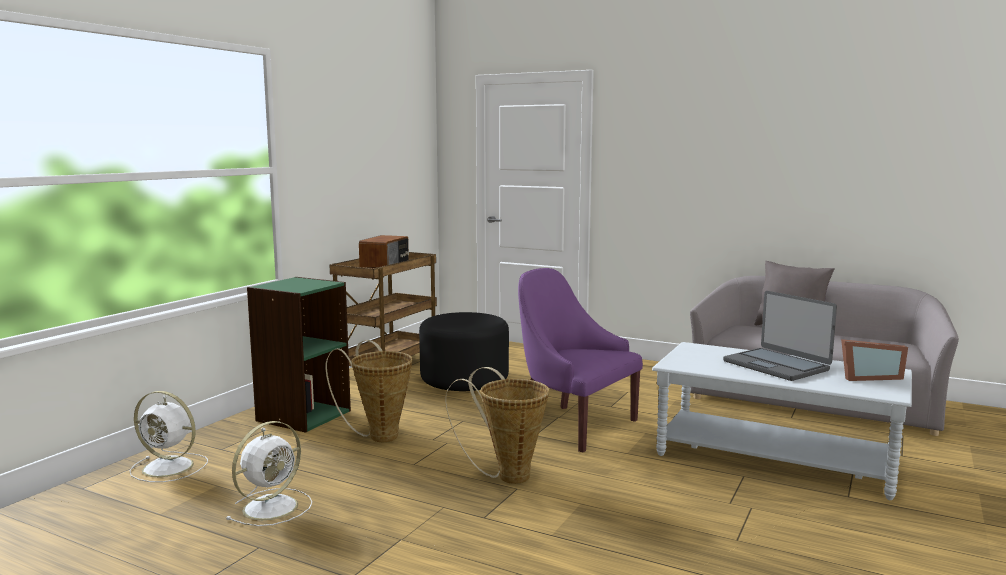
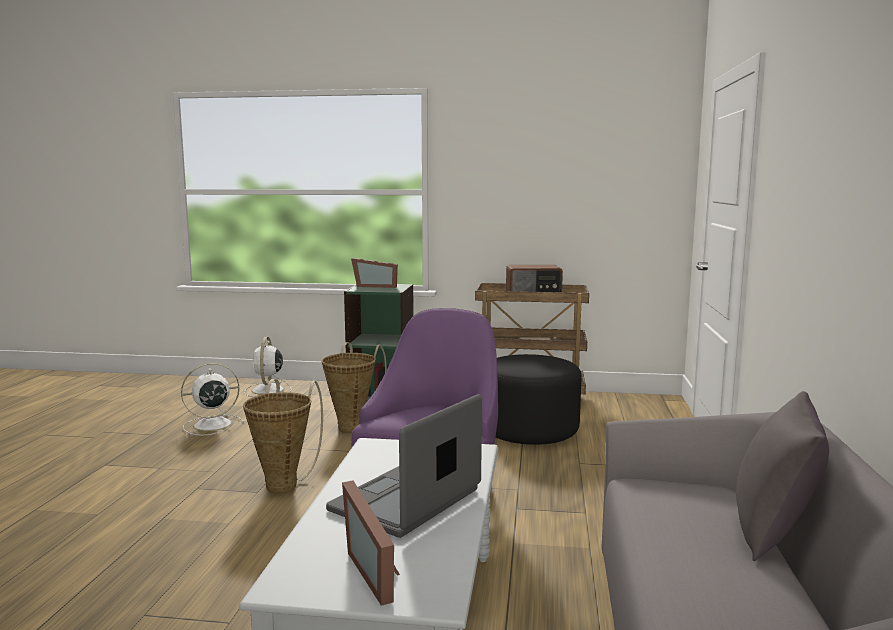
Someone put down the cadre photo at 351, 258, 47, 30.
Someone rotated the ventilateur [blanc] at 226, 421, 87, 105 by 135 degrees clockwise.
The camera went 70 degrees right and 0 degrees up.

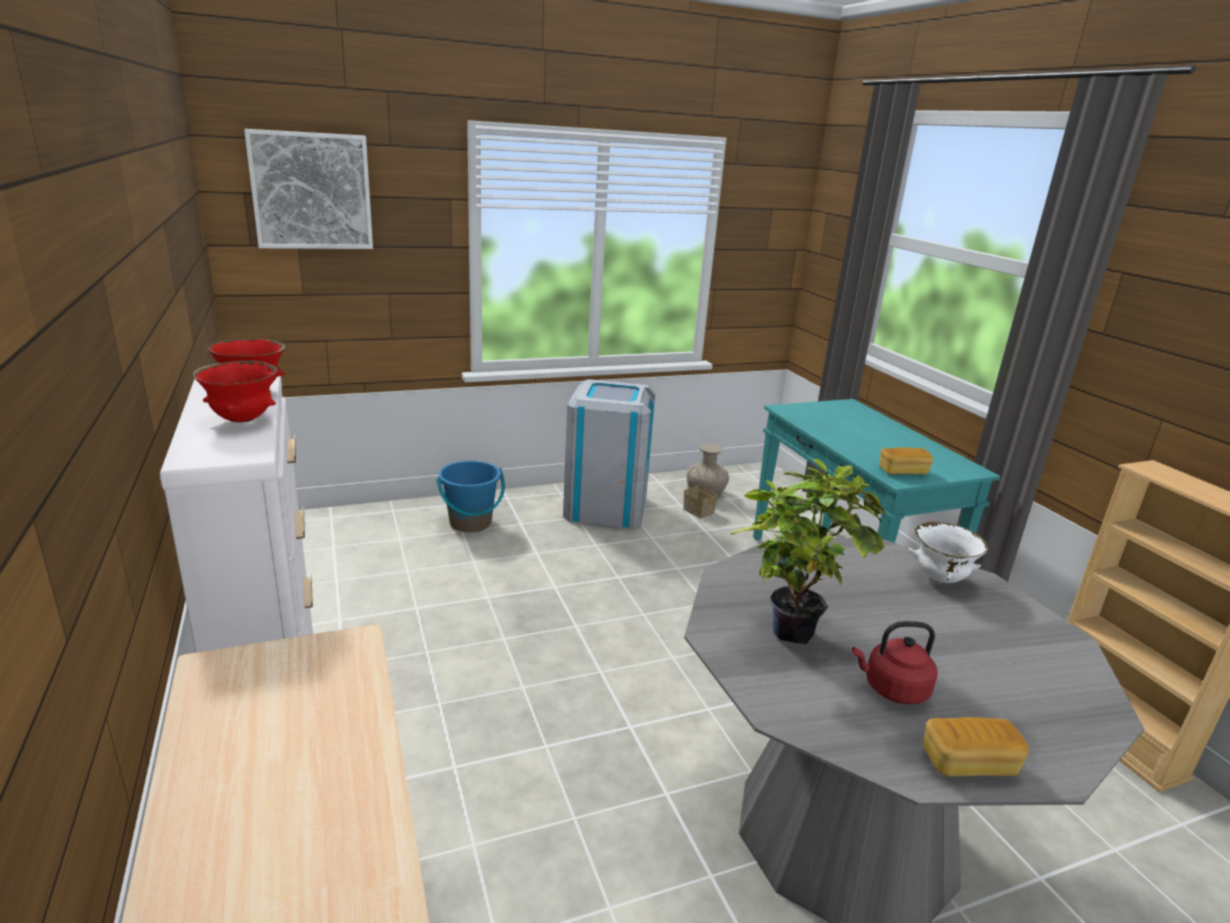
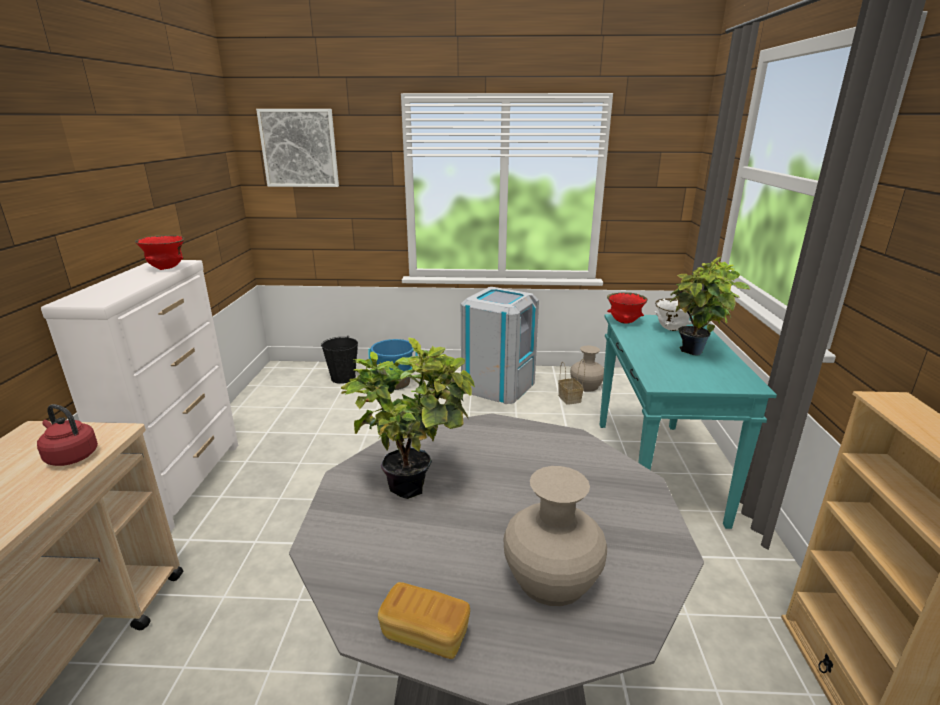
Someone took away the pain at 879, 447, 54, 28.
Someone put down the seau [noir] at 321, 336, 37, 48.
Someone put down the vase [beige] at 504, 466, 103, 140.
Someone put down the plante en pot at 670, 257, 81, 98.
Someone carried the bol [rouge] from 192, 361, 86, 61 to 607, 292, 41, 32.
Someone carried the bouilloire [rouge] from 852, 621, 86, 83 to 37, 404, 61, 62.
Someone carried the bol [blanc] from 909, 522, 79, 61 to 655, 298, 37, 33.
The camera went 25 degrees right and 0 degrees up.

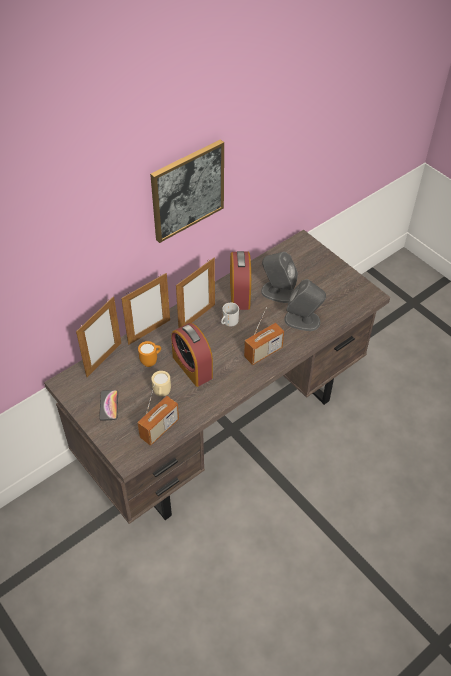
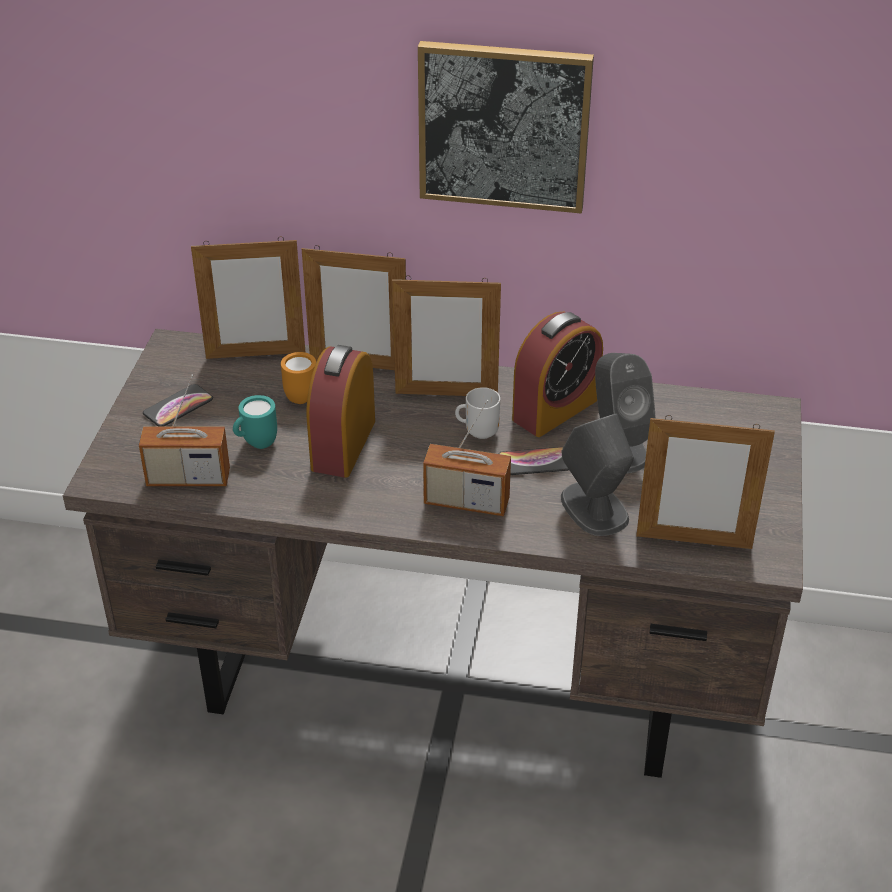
Someone put down the téléphone at 498, 447, 71, 28.
Someone put down the cadre photo at 636, 415, 139, 134.
Someone repainted the mug [beige] at 151, 371, 20, 26, which became the mug [turquoise] at 233, 395, 44, 54.
The camera went 50 degrees right and 10 degrees down.

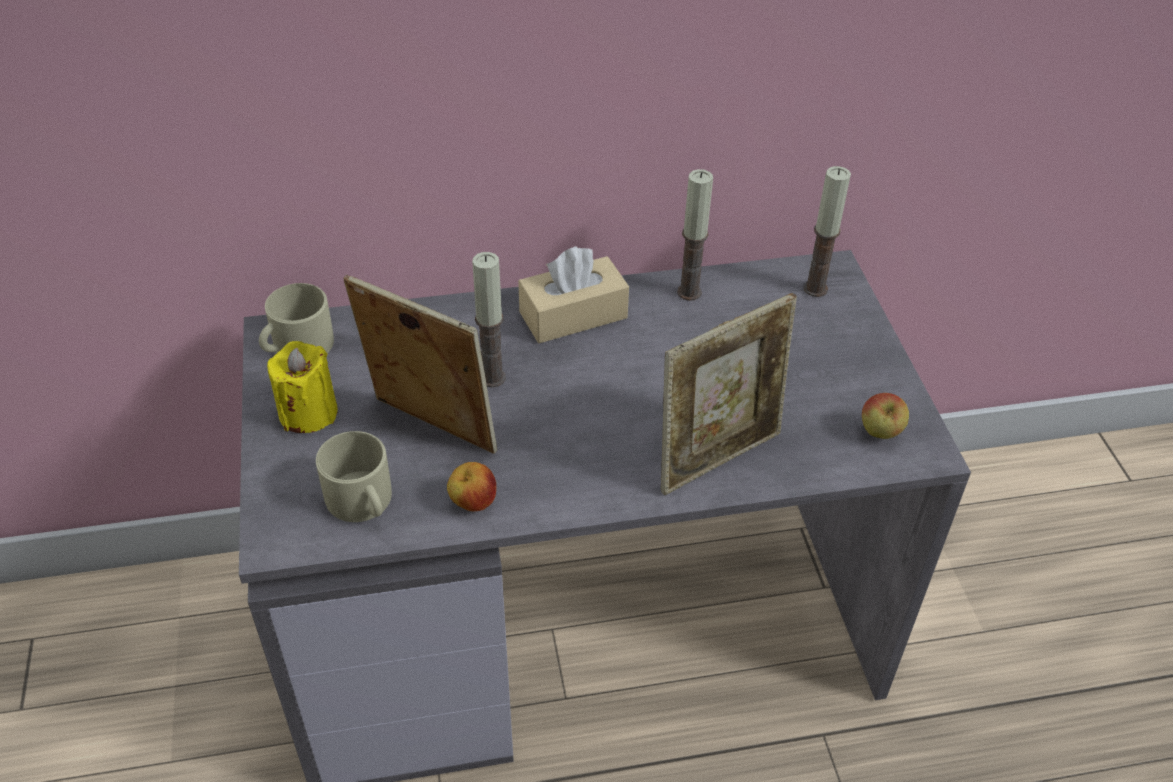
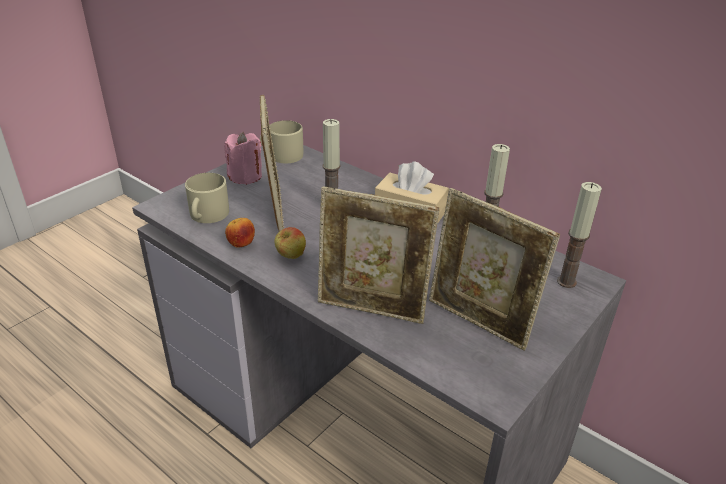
Someone put down the cadre photo at 429, 188, 131, 163.
Someone carried the pomme from 862, 393, 47, 46 to 275, 227, 31, 32.
Someone repainted the bougie [jaune] at 267, 341, 71, 92, which became the bougie [rose] at 224, 132, 38, 53.
The camera went 50 degrees right and 10 degrees down.

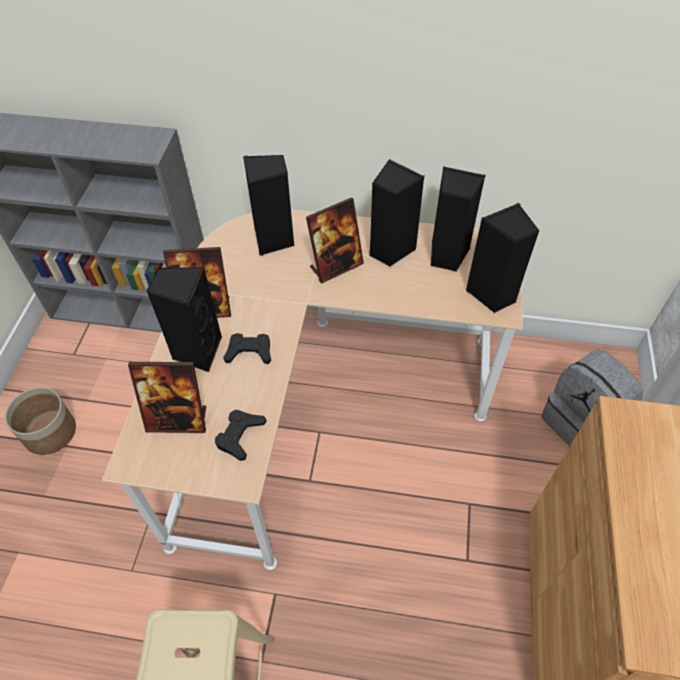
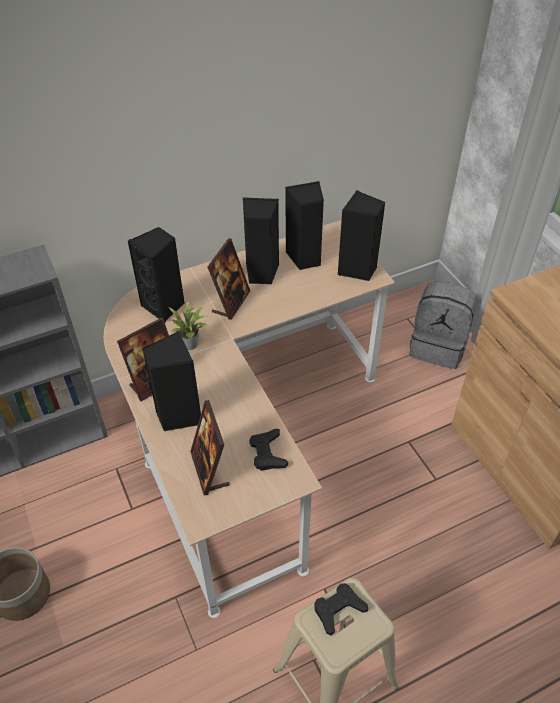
Someone put down the plante en pot at 168, 301, 41, 49.
Someone carried the manette [noir] from 223, 333, 48, 31 to 314, 583, 54, 52.
Someone rotated the cadre photo at 128, 362, 78, 71 by 105 degrees clockwise.
The camera went 35 degrees left and 5 degrees down.

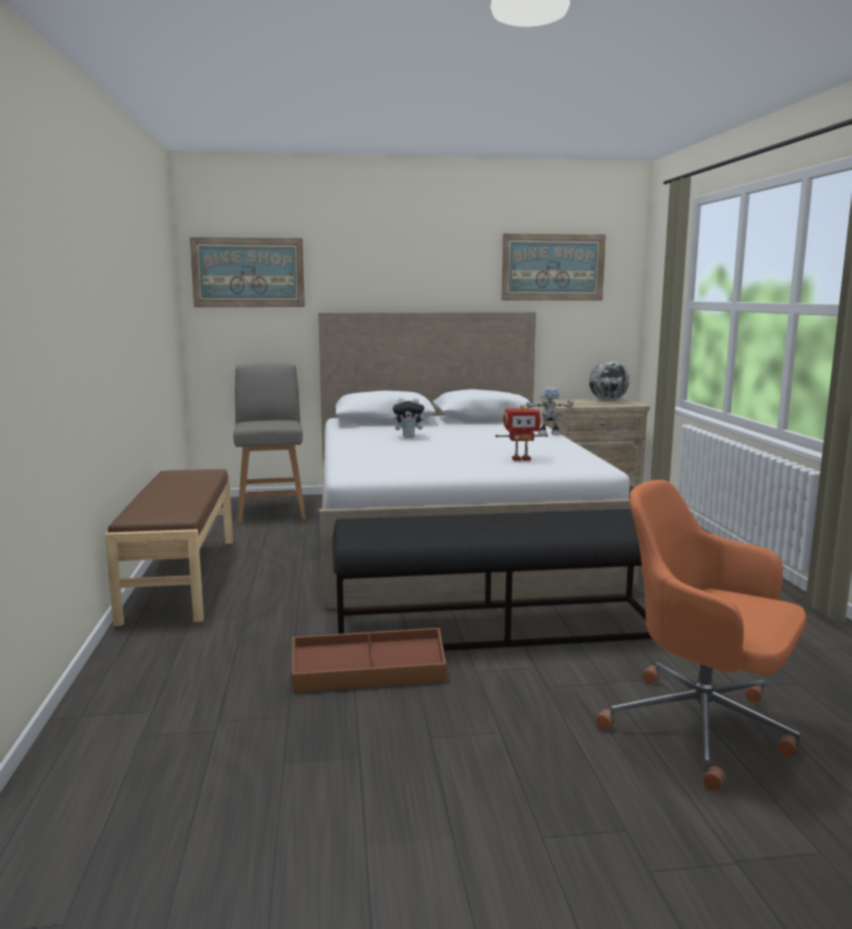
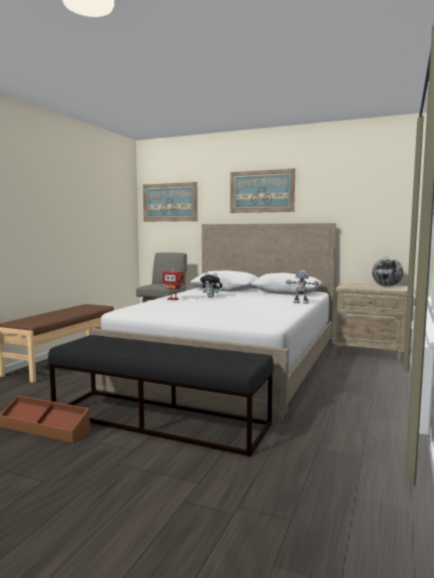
Someone took away the chaise de bureau [orange] at 595, 480, 212, 312.
Someone carried the robot jouet from 495, 404, 53, 57 to 161, 269, 25, 31.
Someone carried the tableau from 501, 234, 105, 67 to 230, 168, 65, 45.
The camera went 30 degrees right and 5 degrees down.

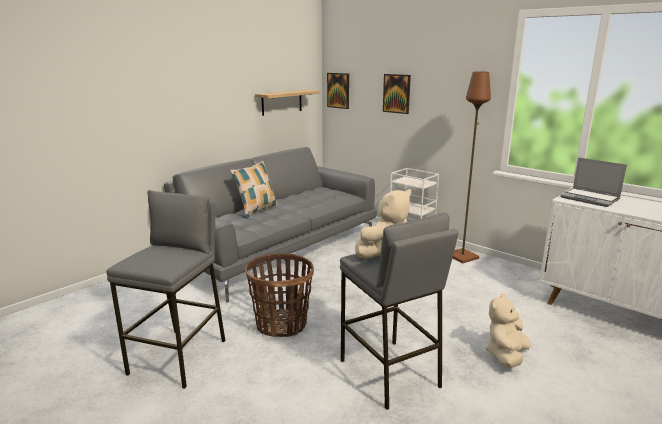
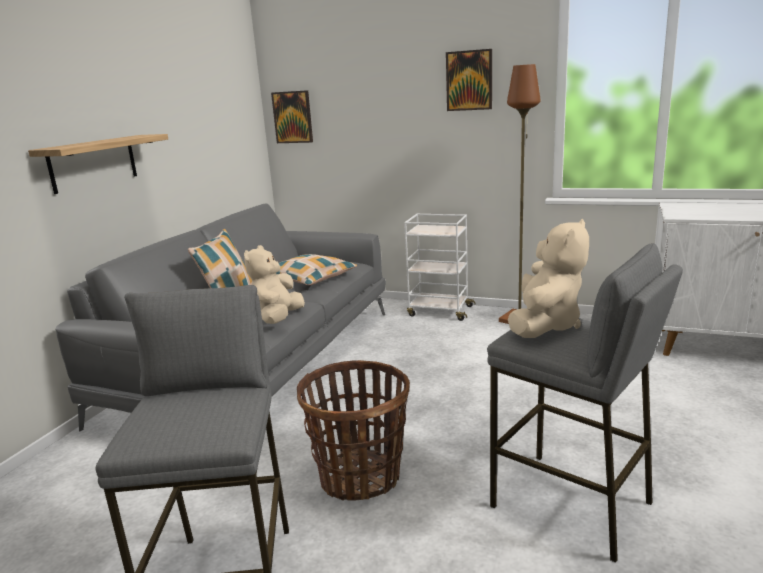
Someone took away the ordinateur portable at 560, 157, 67, 50.
Someone put down the coussin at 276, 254, 81, 31.
Someone carried the étagère from 255, 90, 64, 26 to 28, 134, 140, 60.
Someone carried the tableau from 383, 74, 28, 40 to 446, 49, 46, 62.
Someone carried the peluche [beige] from 486, 293, 45, 75 to 244, 245, 61, 79.
The camera went 20 degrees left and 0 degrees up.

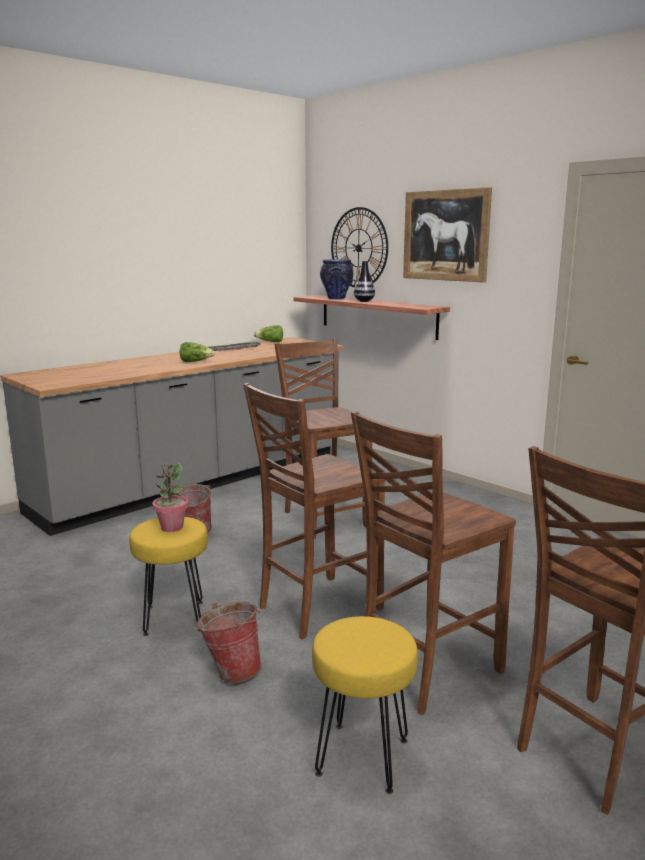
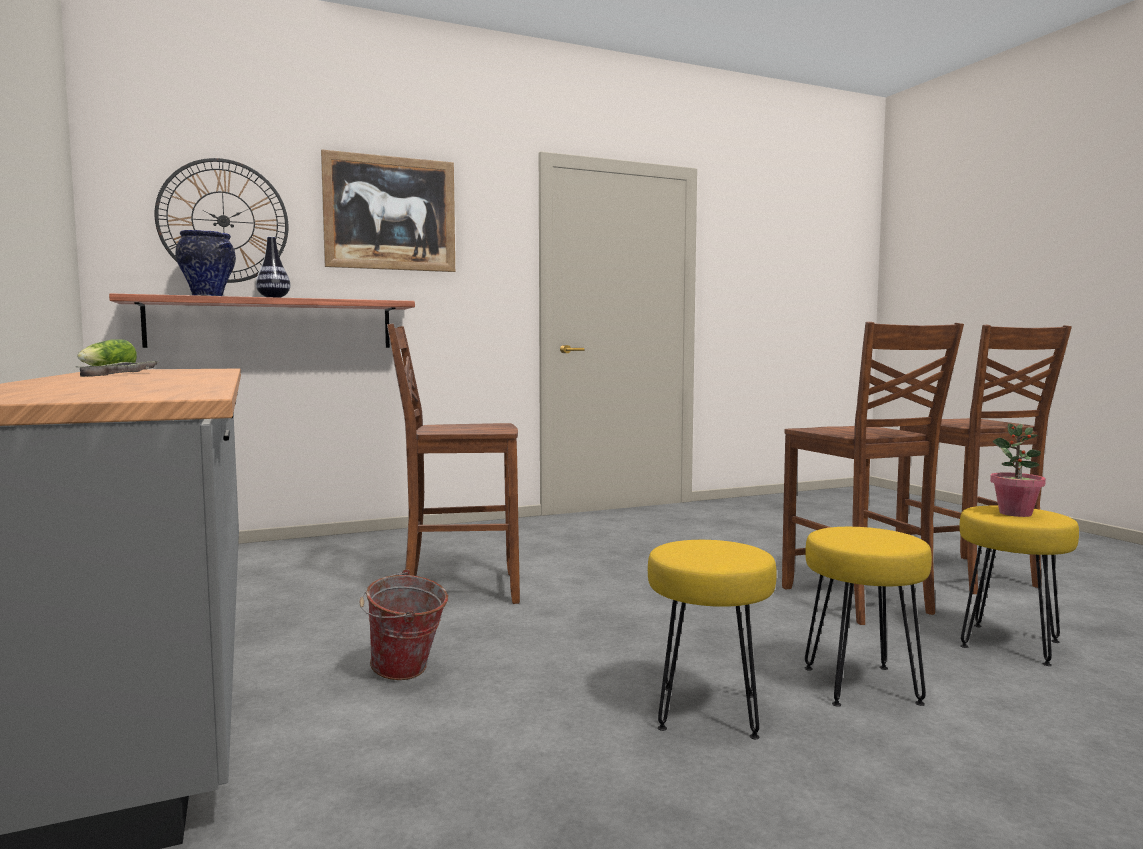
Someone took away the laitue at 180, 342, 35, 20.
Someone took away the chaise [marron] at 243, 383, 142, 256.
Someone carried the plante en pot from 153, 463, 36, 69 to 990, 424, 56, 93.
Someone swapped the seau at 197, 602, 65, 81 for the tabouret [jaune] at 805, 527, 127, 180.
The camera went 70 degrees left and 10 degrees down.

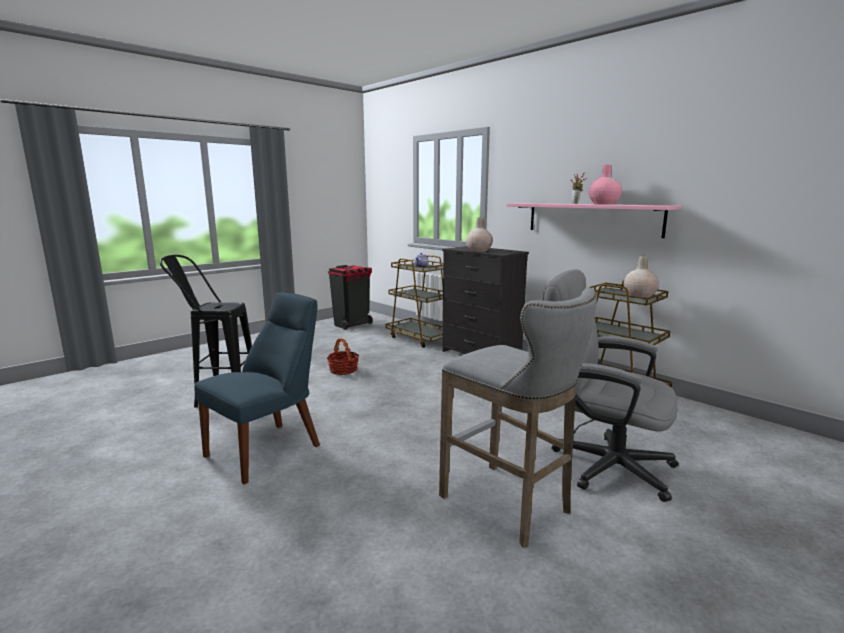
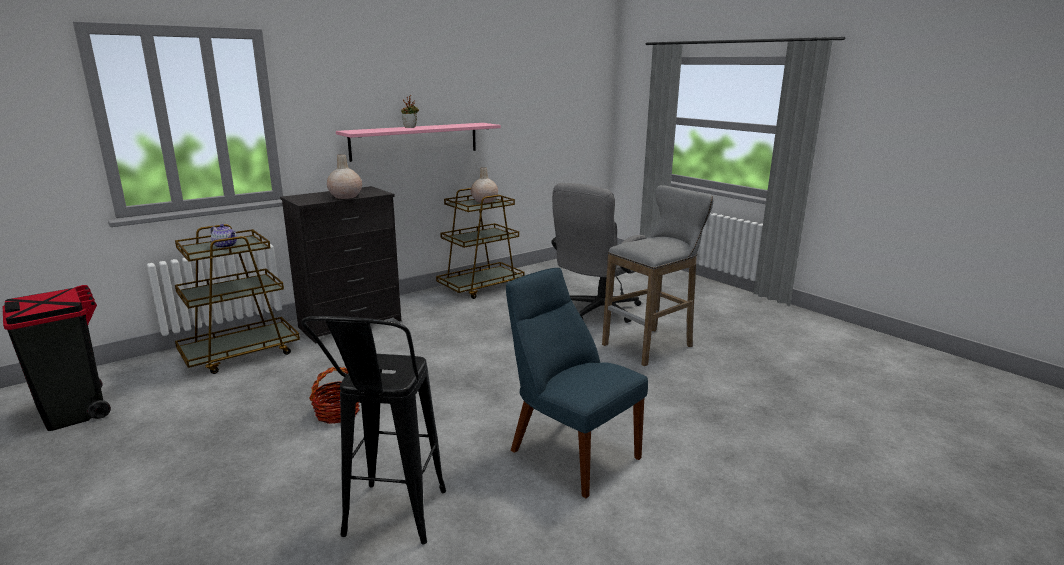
Someone took away the vase [rose] at 589, 164, 33, 41.
The camera went 85 degrees left and 5 degrees up.

